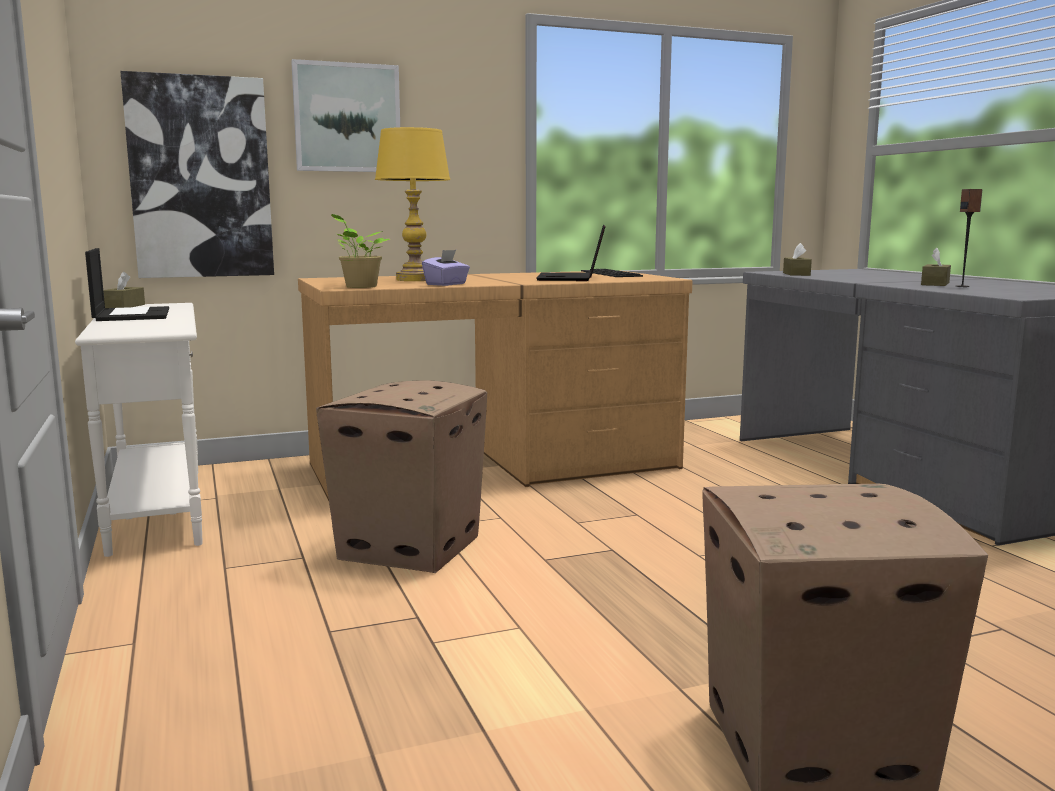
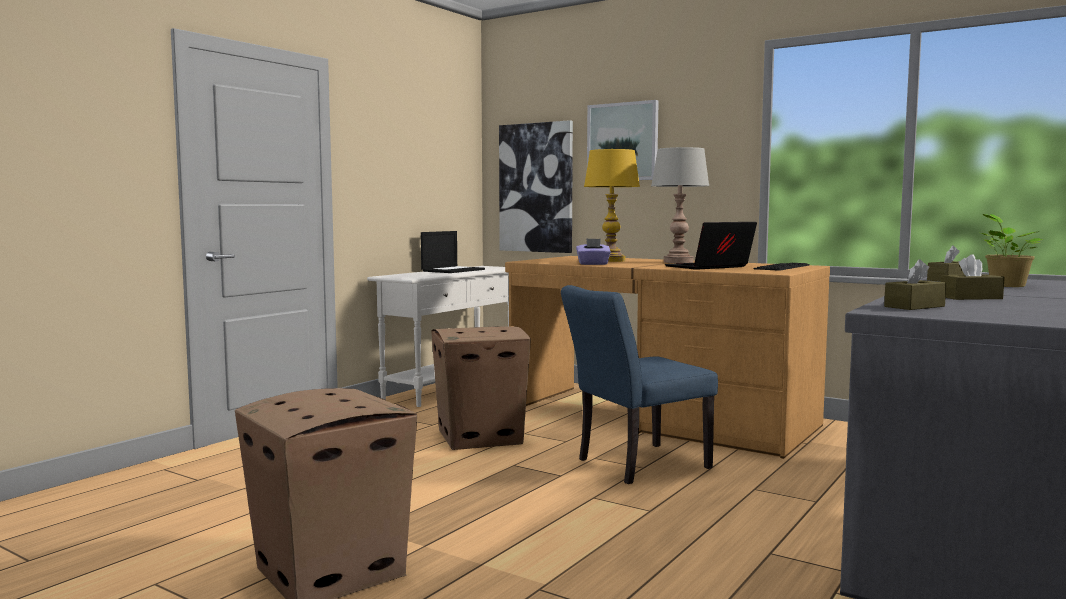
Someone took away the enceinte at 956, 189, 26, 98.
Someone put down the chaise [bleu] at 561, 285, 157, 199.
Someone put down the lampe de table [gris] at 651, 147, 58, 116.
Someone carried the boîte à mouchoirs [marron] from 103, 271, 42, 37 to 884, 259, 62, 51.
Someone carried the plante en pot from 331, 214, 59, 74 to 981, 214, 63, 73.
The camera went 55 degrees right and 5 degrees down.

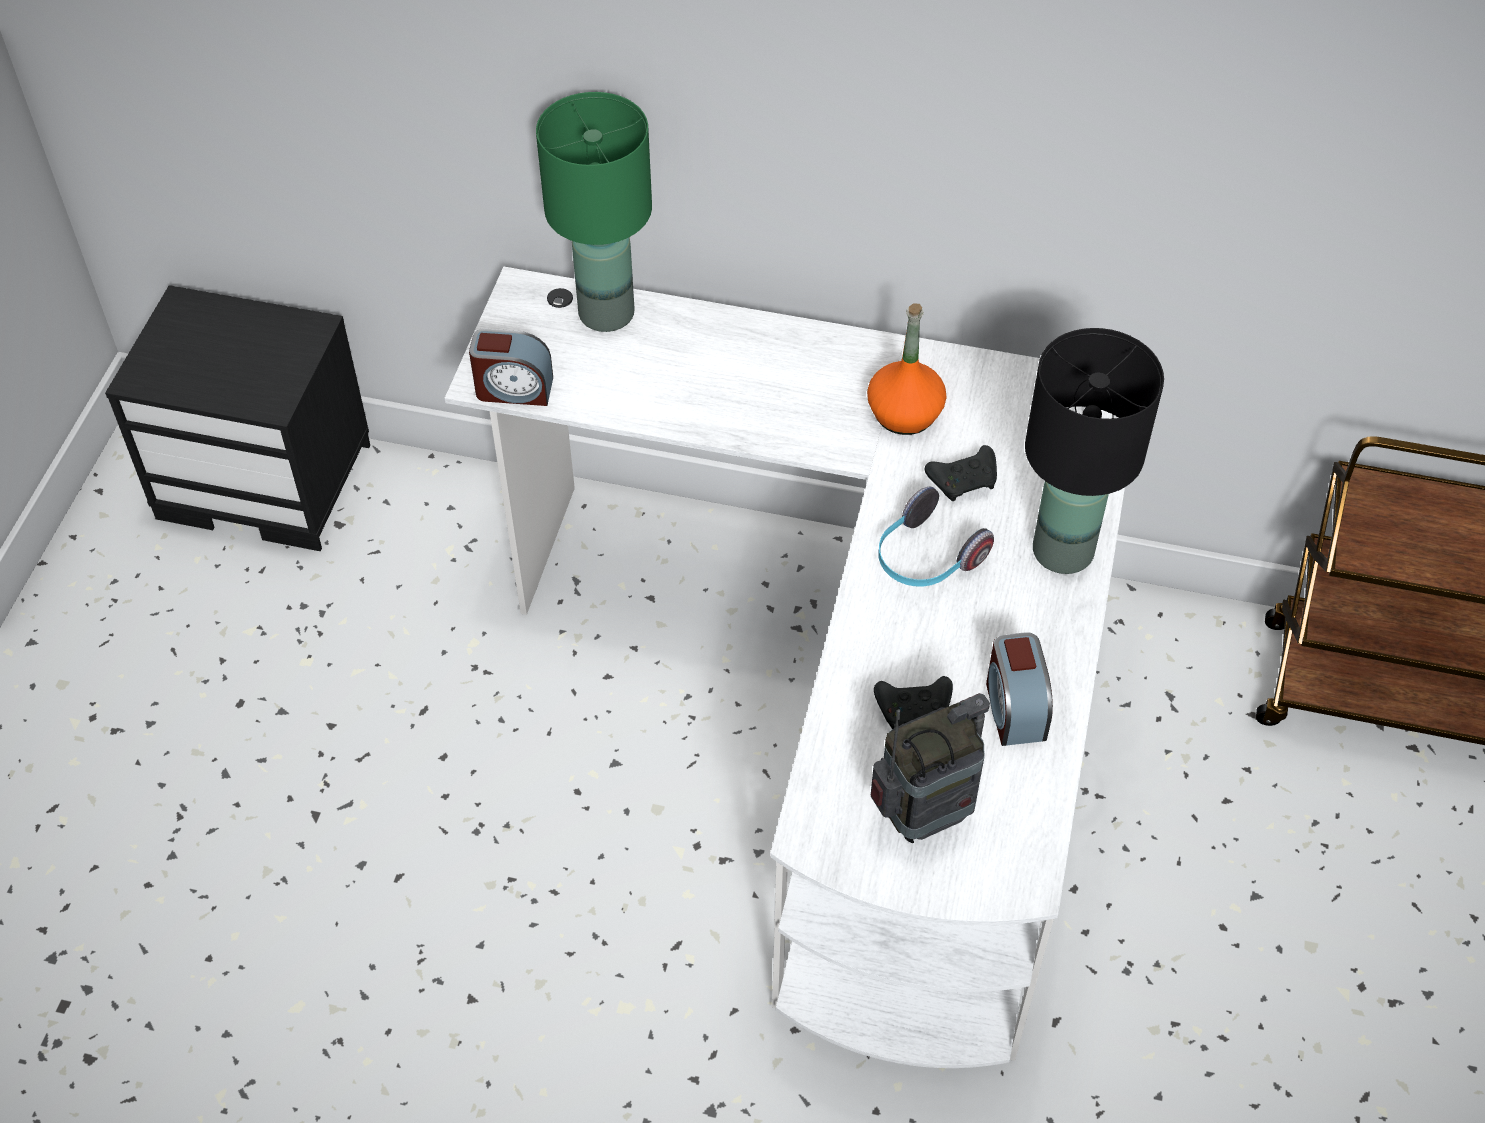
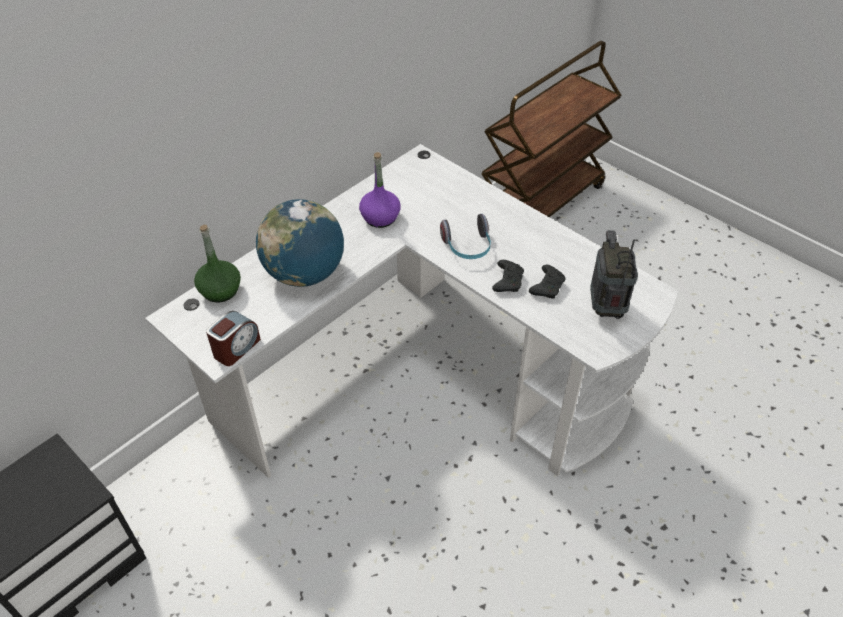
Someone took away the réveil at 986, 632, 67, 114.
Someone took away the lampe de table [noir] at 1025, 328, 139, 246.
Someone put down the globe at 256, 199, 88, 88.
Someone carried the manette [noir] from 925, 445, 72, 56 to 492, 260, 32, 32.
Someone swapped the lampe de table [vert] at 536, 92, 116, 240 for the bouteille [vert] at 194, 225, 47, 78.
Someone repainted the bouteille [orange] at 867, 303, 79, 132, which became the bouteille [violet] at 359, 152, 42, 76.
The camera went 60 degrees left and 5 degrees down.

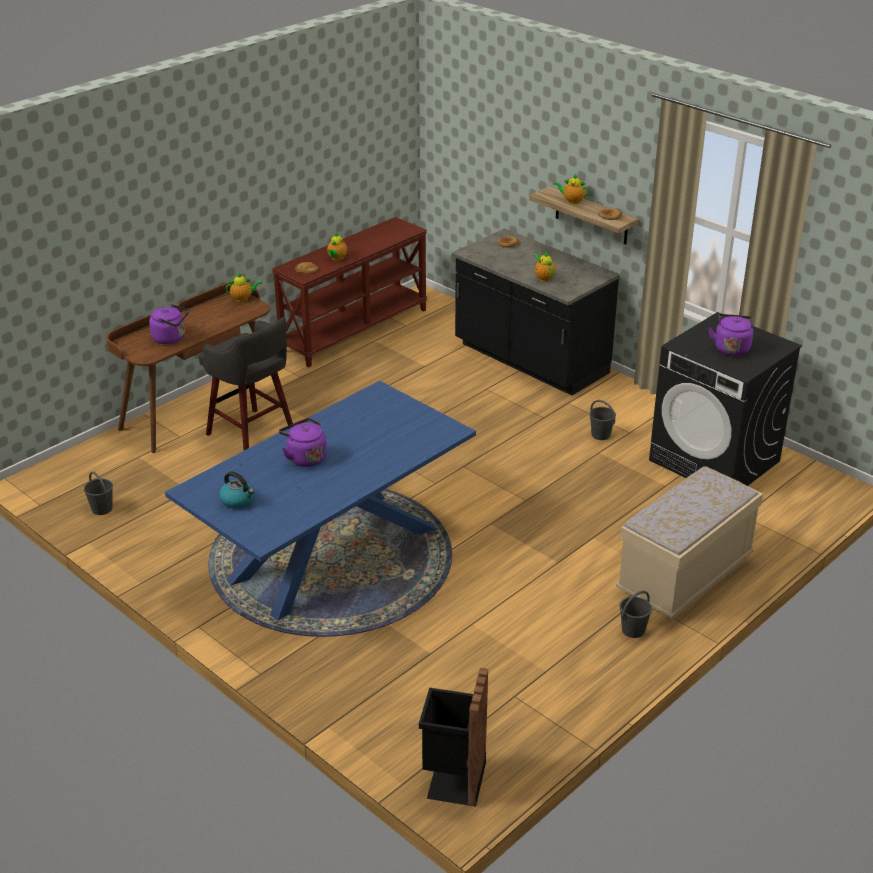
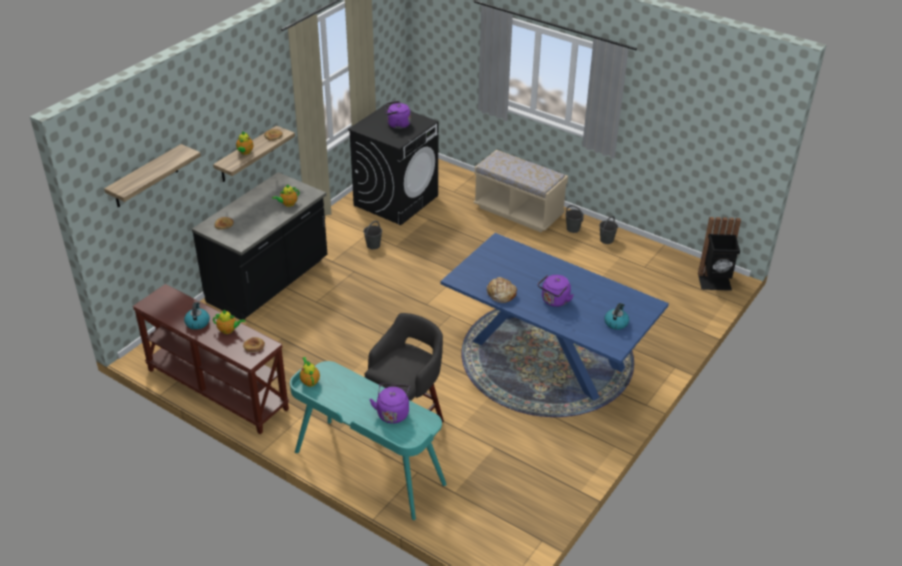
Someone put up the étagère at 104, 144, 97, 64.
Someone put down the bouilloire at 184, 302, 26, 28.
Someone put down the pain at 487, 277, 30, 26.
Someone carried the seau [gris] from 84, 472, 29, 43 to 599, 216, 19, 28.
Someone repainted the bureau [marron] at 106, 283, 164, 170, which became the bureau [turquoise] at 290, 361, 157, 159.
The camera went 100 degrees left and 5 degrees up.

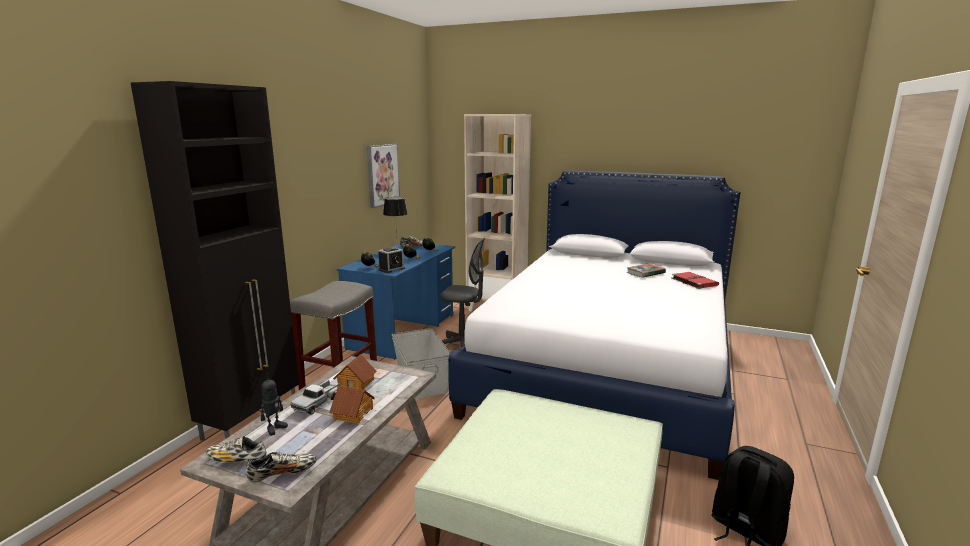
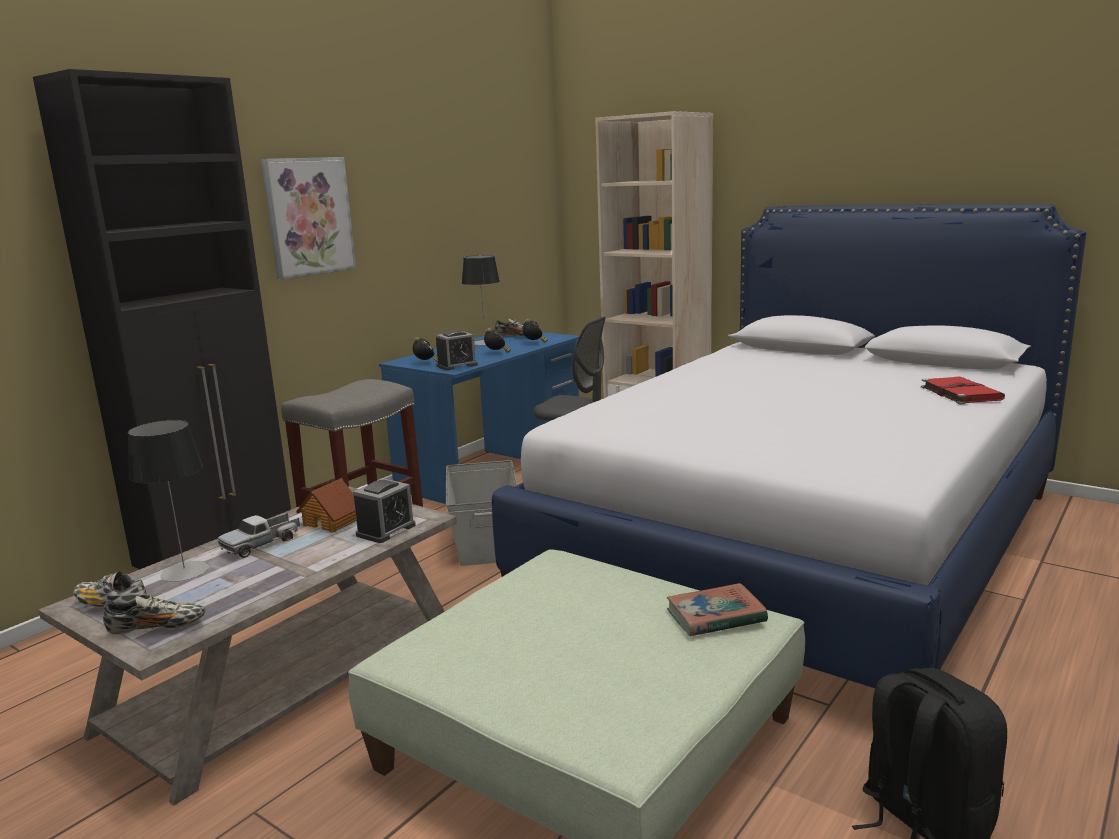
Someone took away the maison miniature at 329, 386, 46, 38.
Someone put down the réveil at 353, 478, 63, 65.
Someone carried the tableau from 367, 144, 33, 64 to 261, 157, 95, 123.
Someone carried the livre from 627, 263, 39, 15 to 667, 583, 101, 53.
Someone swapped the robot jouet at 261, 373, 27, 63 for the lampe de table at 128, 420, 81, 162.
The camera went 15 degrees right and 0 degrees up.

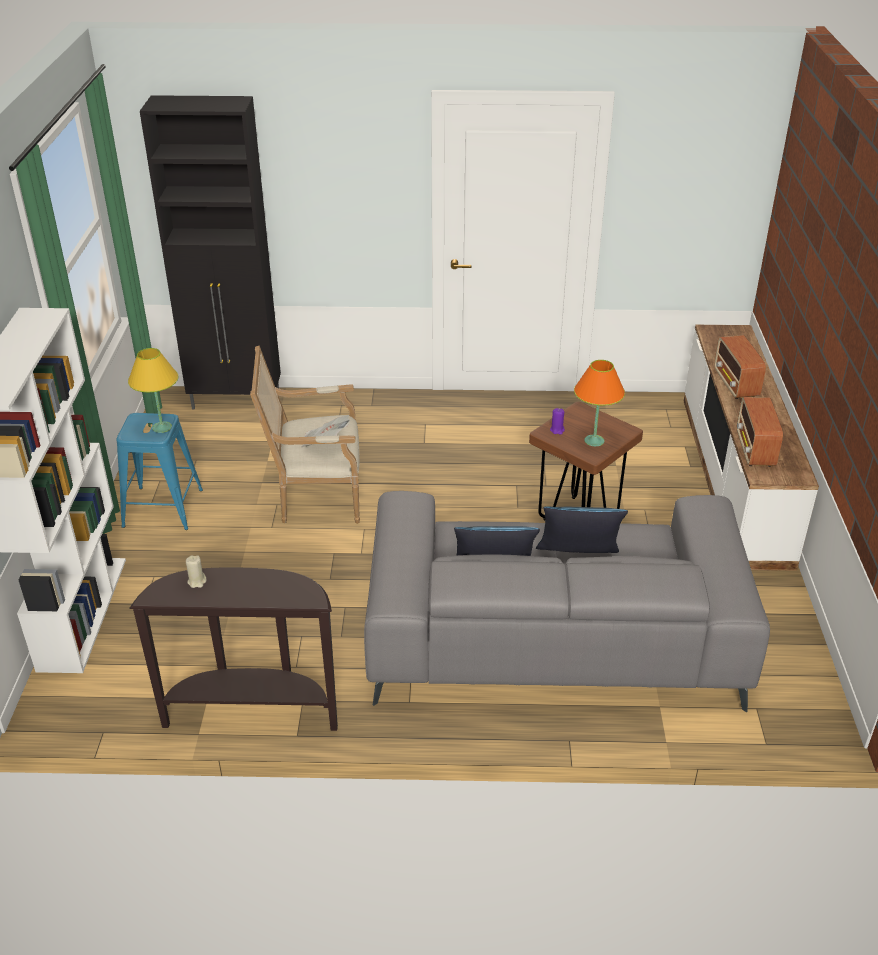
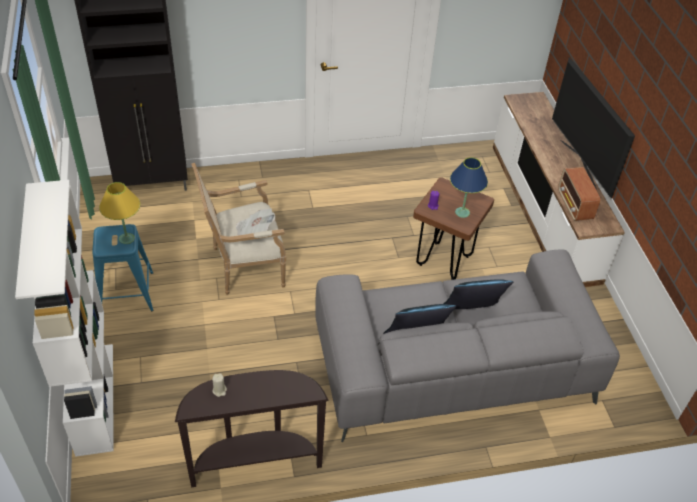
Someone took away the radio at 714, 335, 52, 64.
Someone put down the téléviseur at 552, 57, 83, 141.
Someone repainted the lampe de table [orange] at 574, 360, 51, 86, which became the lampe de table [bleu] at 450, 157, 38, 61.
The camera went 15 degrees left and 10 degrees up.

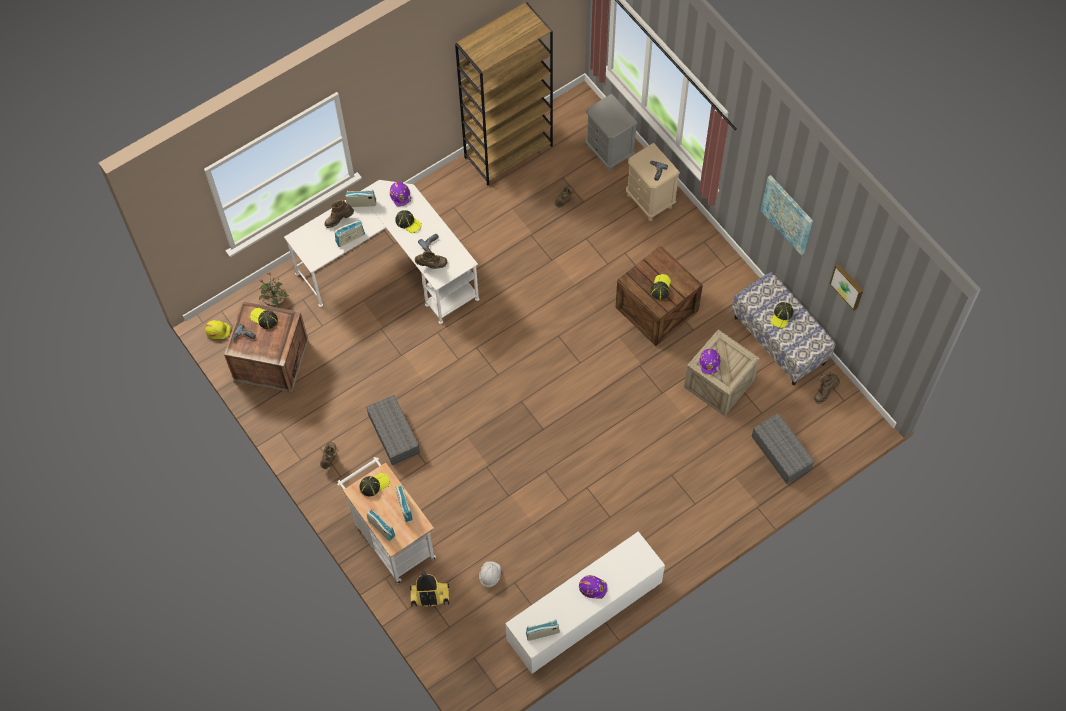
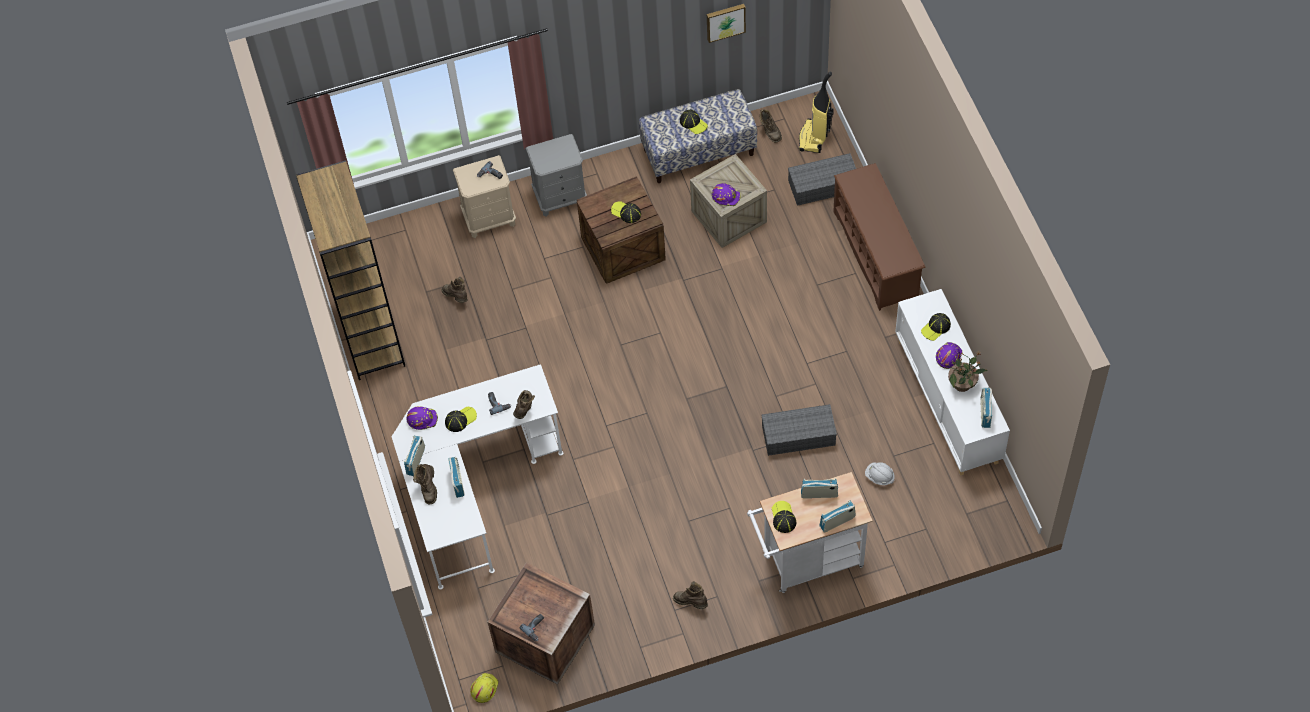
Someone took away the tableau at 761, 175, 52, 80.
Someone put down the étagère à chaussures [marron] at 833, 163, 93, 148.
Someone carried the casquette from 250, 308, 28, 21 to 921, 313, 30, 28.
Someone carried the plante en pot from 259, 273, 30, 34 to 945, 352, 42, 40.
Someone carried the boîte de rangement [gris] from 366, 395, 54, 70 to 761, 404, 76, 52.
Someone carried the aspirateur from 410, 571, 39, 36 to 799, 72, 35, 81.
Someone carried the table de chevet [gris] from 585, 94, 52, 78 to 526, 134, 61, 83.
The camera went 70 degrees left and 5 degrees down.

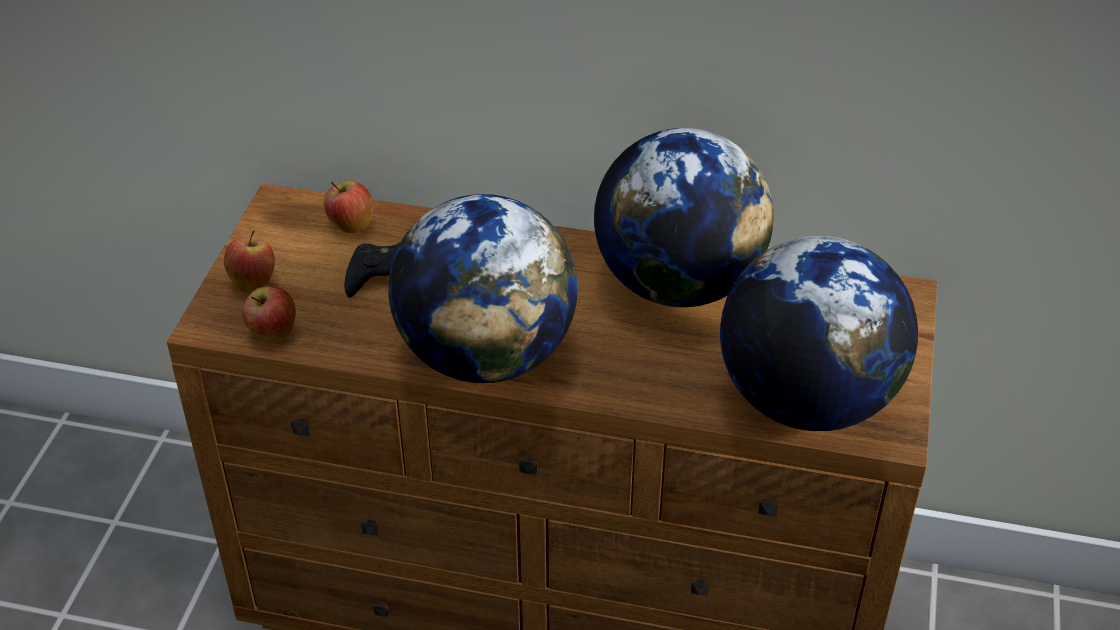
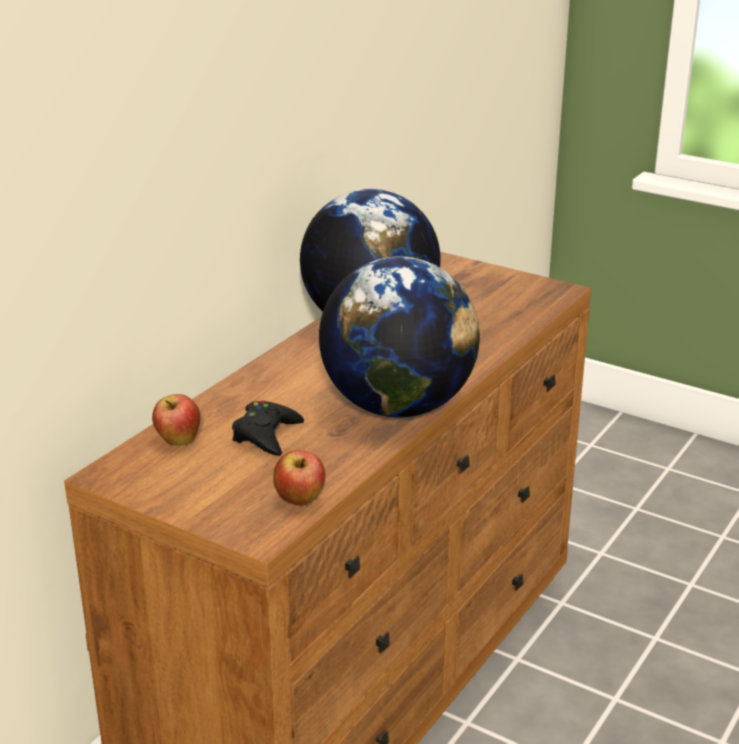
Someone took away the pomme at 224, 230, 51, 62.
Someone took away the globe at 720, 236, 198, 195.
The camera went 70 degrees left and 15 degrees down.

